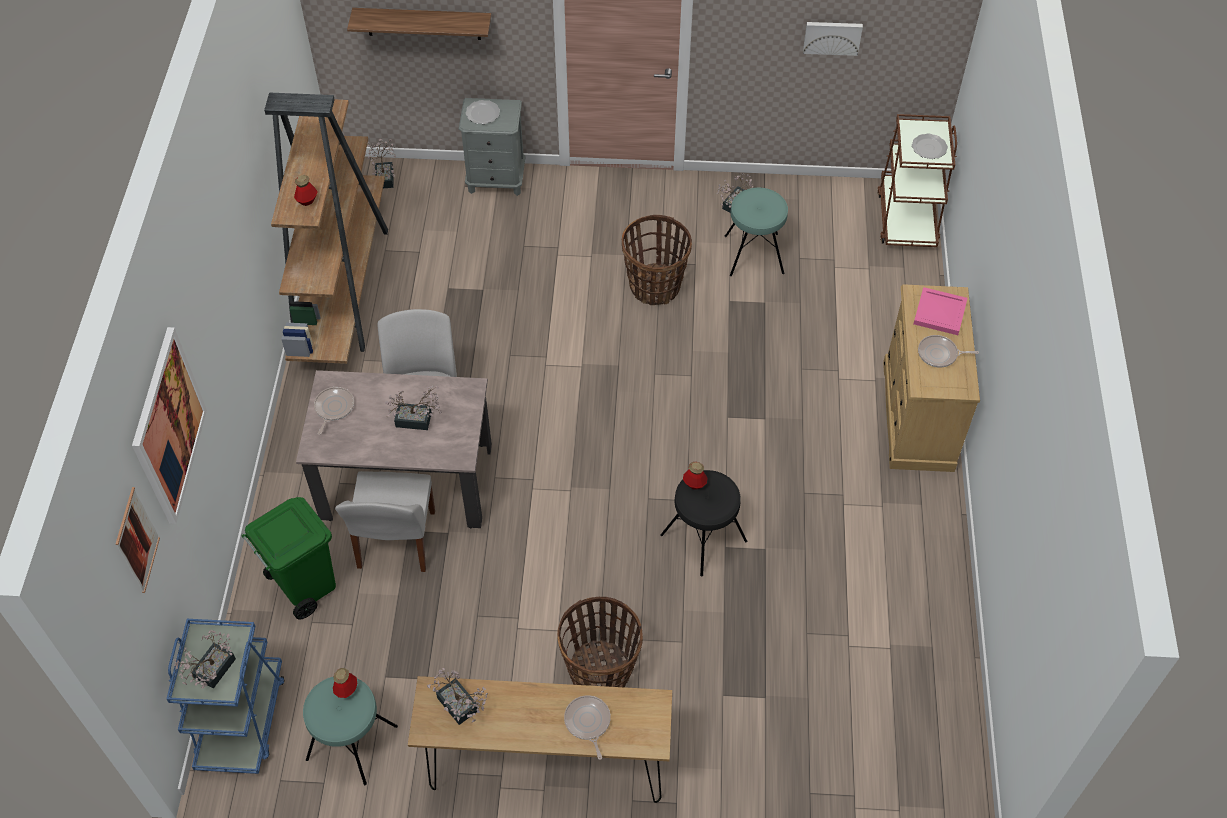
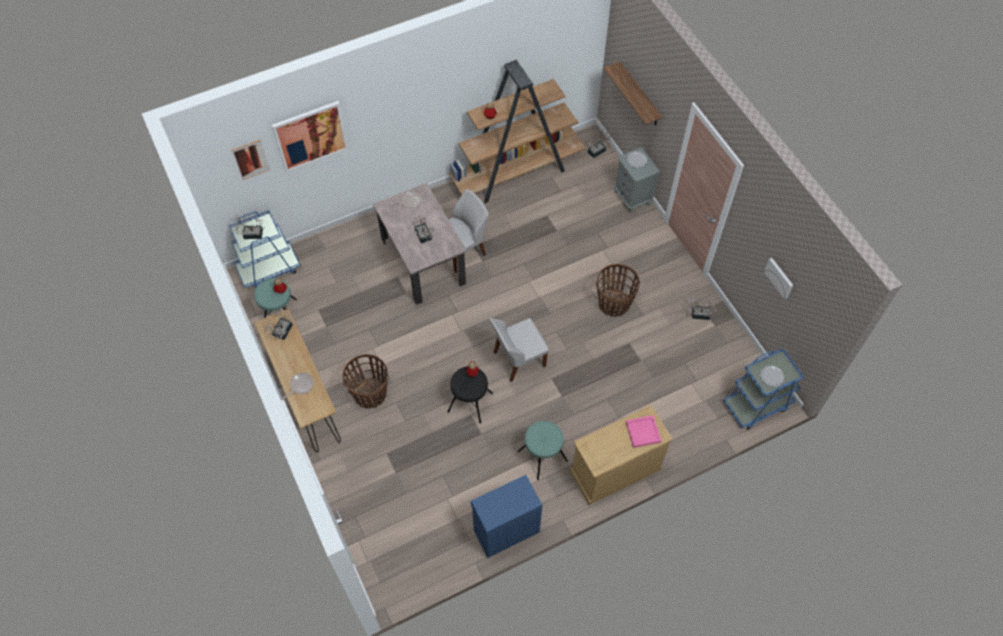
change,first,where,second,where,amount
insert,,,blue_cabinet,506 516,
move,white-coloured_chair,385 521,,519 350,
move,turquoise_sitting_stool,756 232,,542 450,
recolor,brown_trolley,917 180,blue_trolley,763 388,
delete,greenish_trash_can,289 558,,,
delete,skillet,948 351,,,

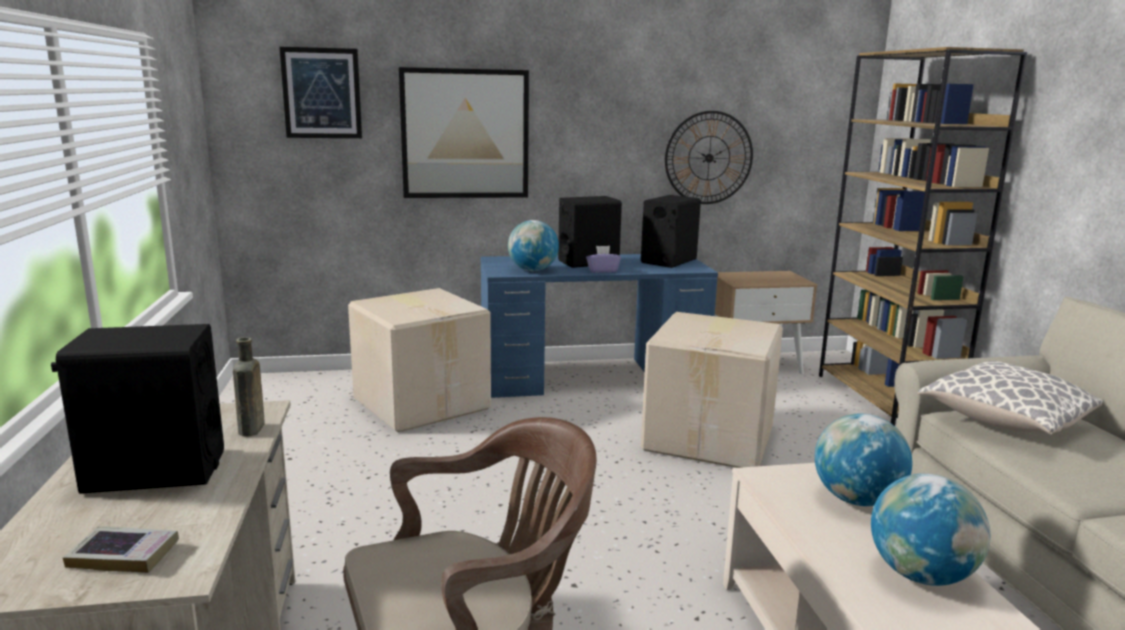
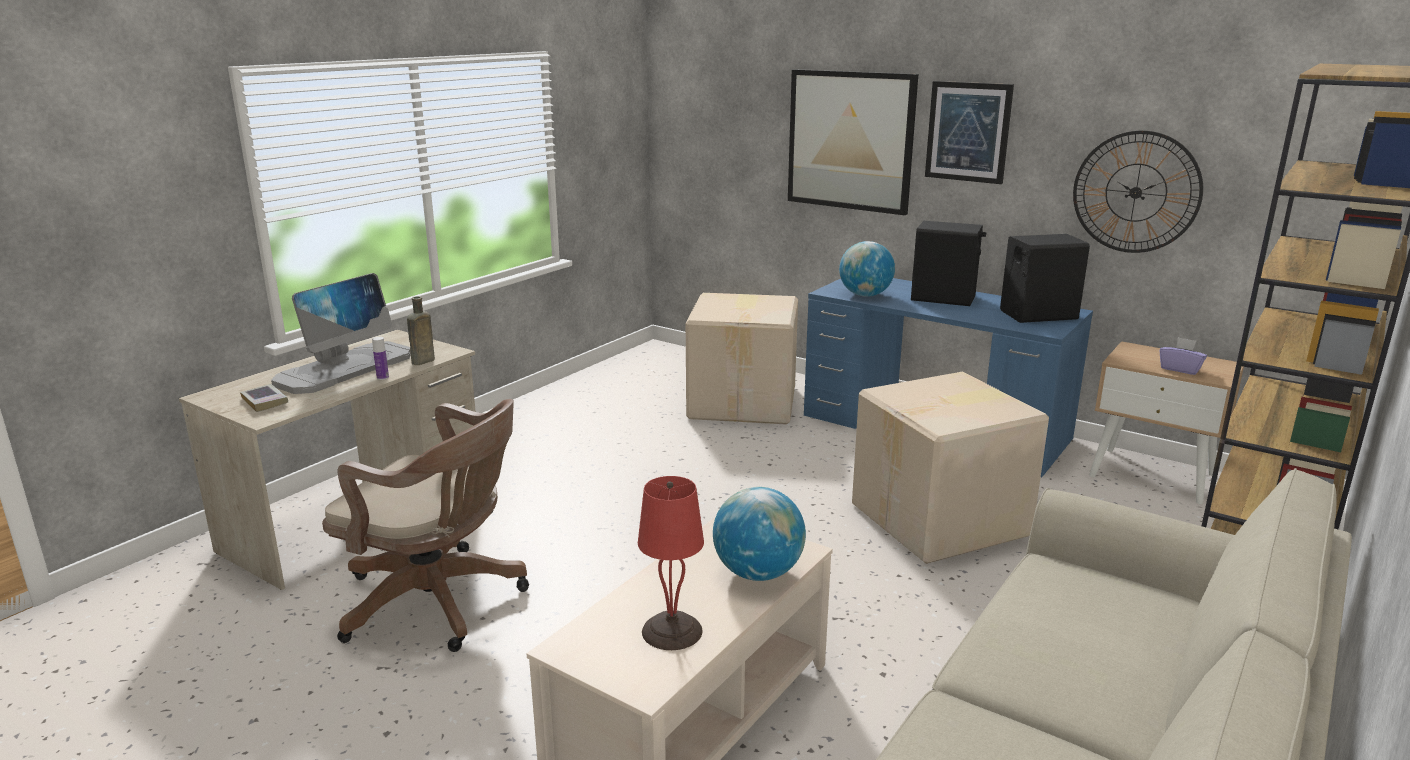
change,first,where,second,where,amount
replace,blackish_audio_speaker,137 409,monitor,341 333,
insert,,,beverage_bottle,380 358,
replace,world_globe,930 529,red-coloured_lamp_for_a_table,671 563,
move,picture,320 92,,969 132,
move,purple-coloured_box_of_tissues,603 259,,1183 356,
delete,throw_pillow,1010 398,,,

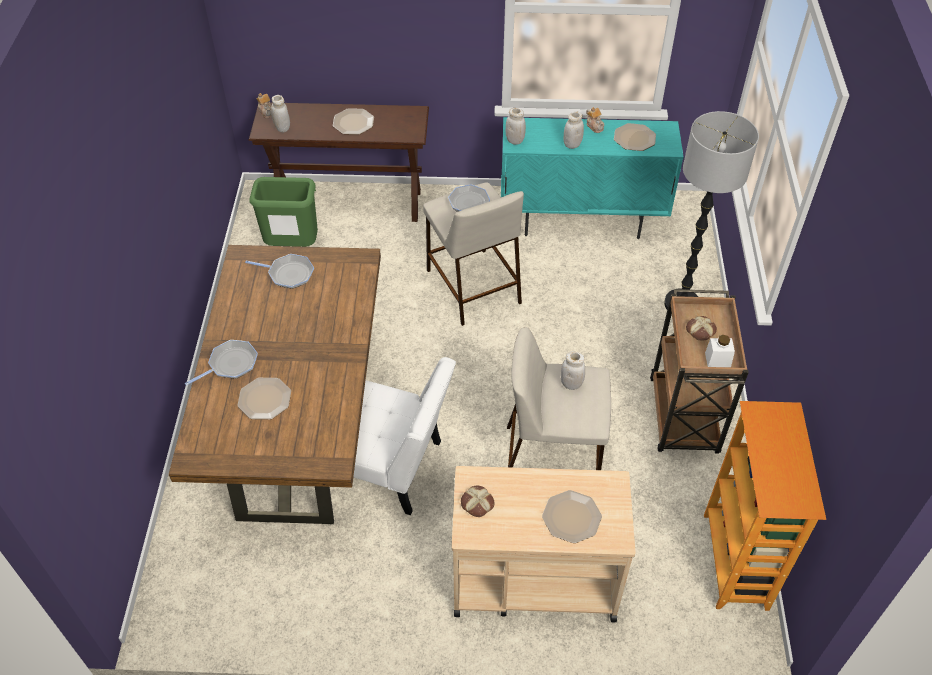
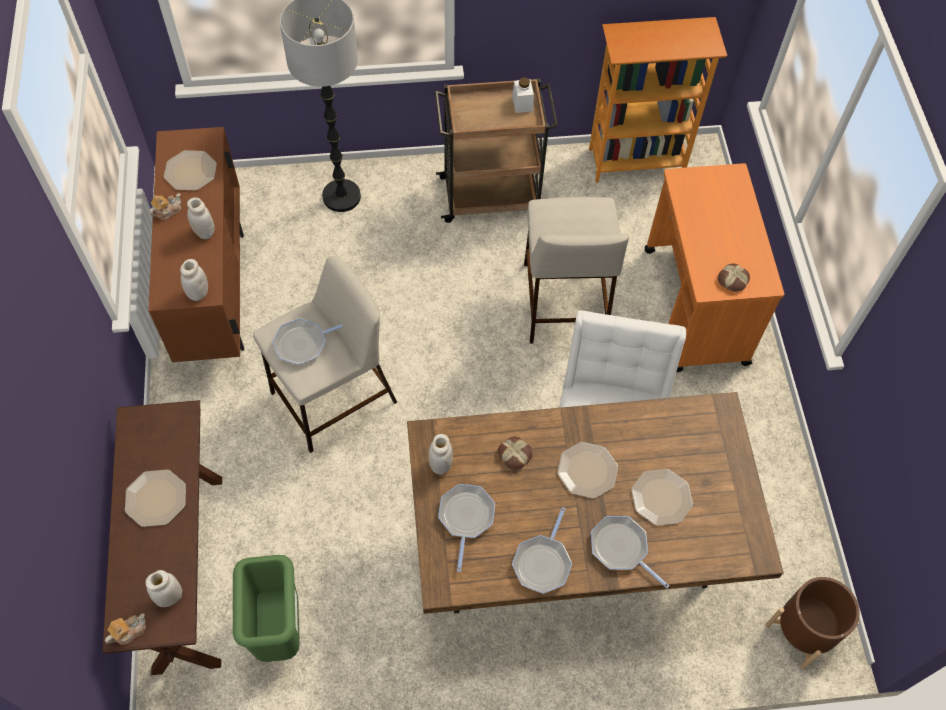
change,first,where,second,where,amount
recolor,turquoise_cabinet,592 178,brown_cabinet,196 244,
move,white-coloured_storage_jar,573 370,,440 454,
move,bakery_bread,701 328,,515 453,
insert,,,skillet,542 550,
move,dinner_plate,572 516,,587 470,
recolor,beige-coloured_trolley,544 544,orangey_trolley,714 267,
insert,,,brown_flower_pot,812 623,

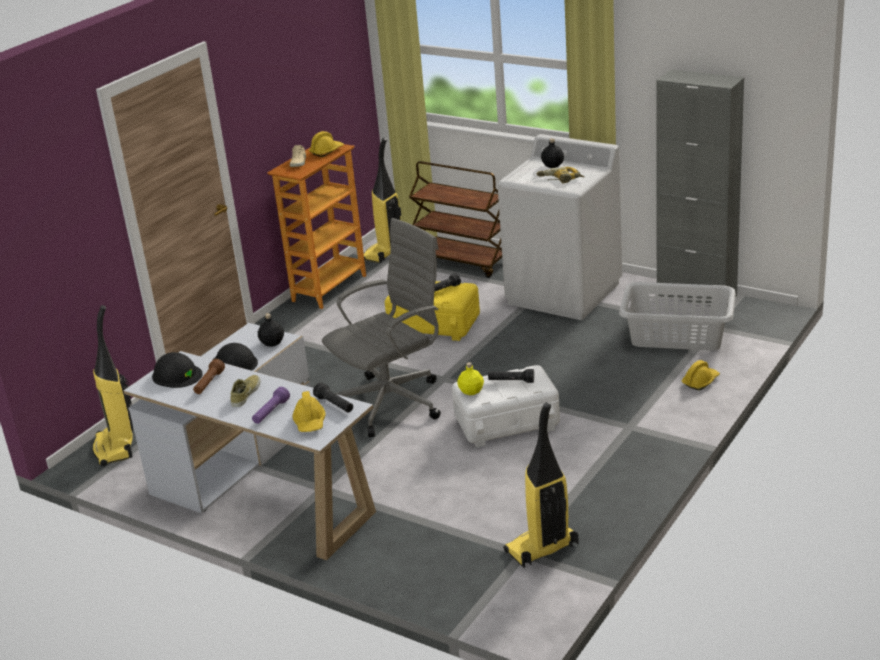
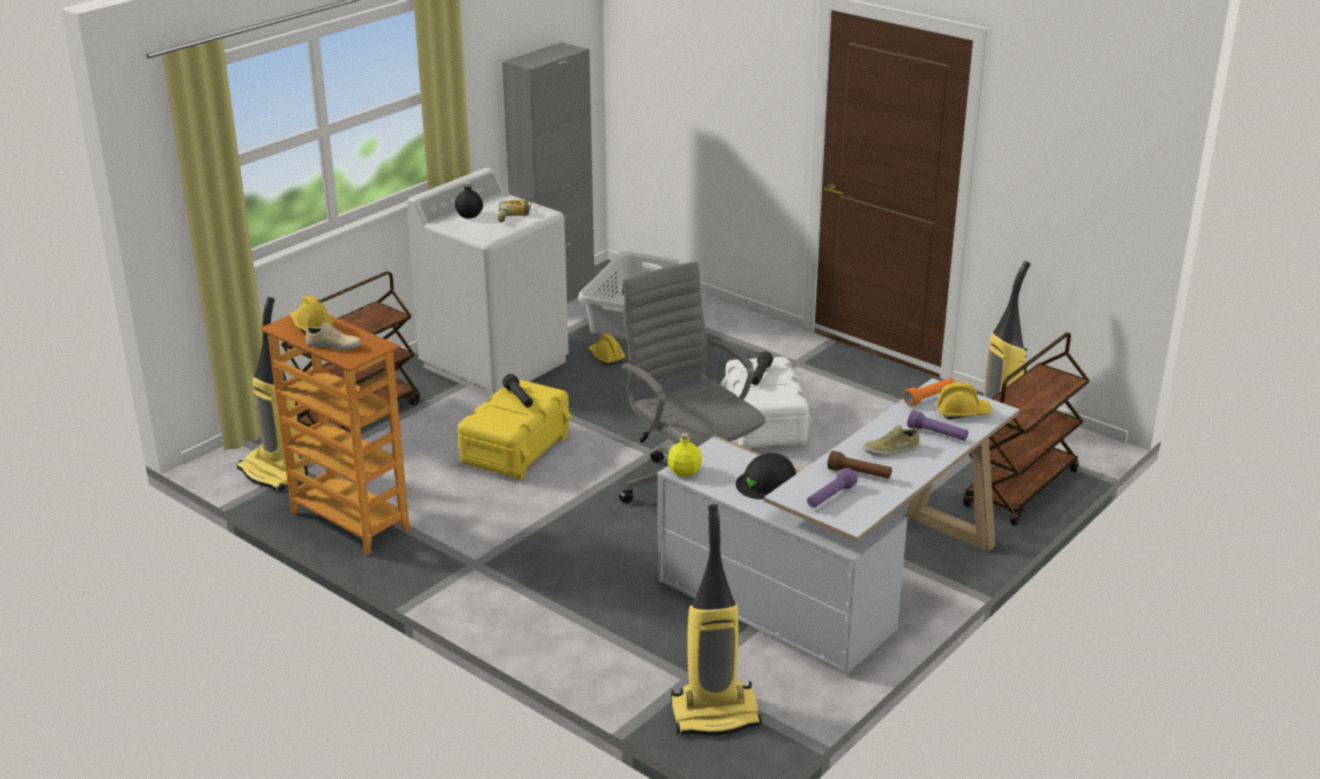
change,first,where,second,where,amount
move,yellow-coloured_work_helmet,701 375,,607 349,
move,yellow-coloured_beverage_bottle,470 378,,685 455,
replace,blackish_work_helmet,177 370,purple-coloured_torch,832 488,
rotate,beige-coloured_shoe,245 391,,891 441,45 degrees counterclockwise
recolor,blackish_torch,333 397,orangey_torch,929 392,
insert,,,brown_trolley,1026 429,
delete,blackish_beverage_bottle,271 330,,,

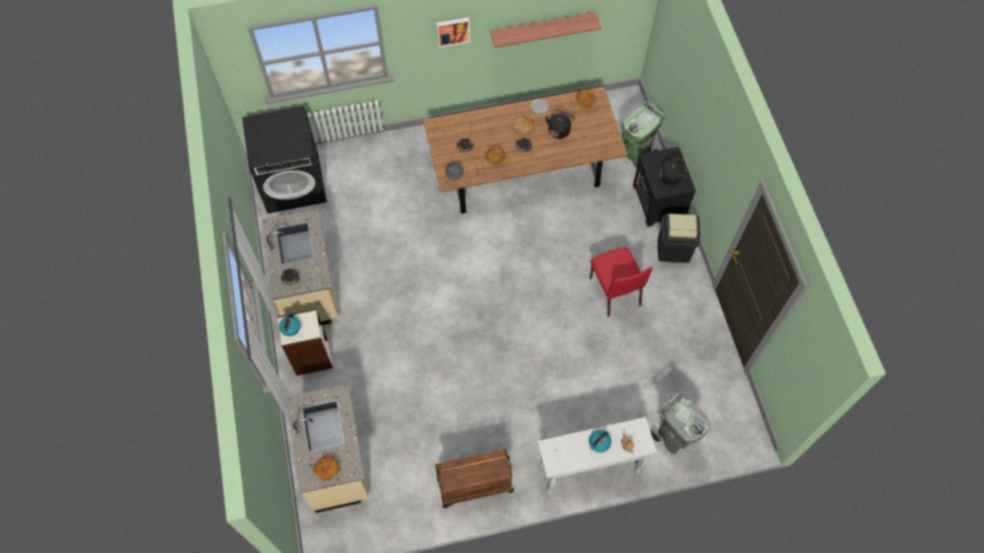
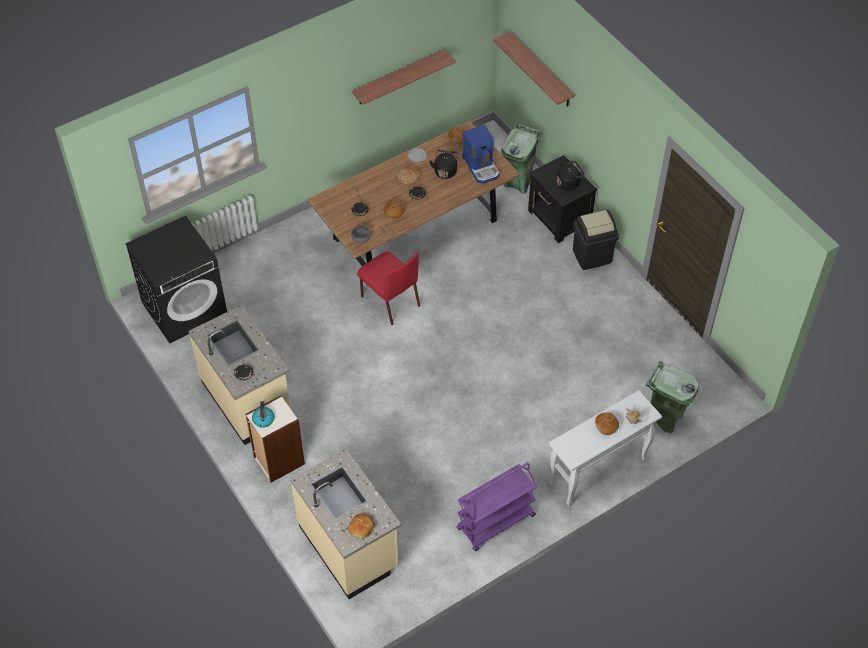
change,first,where,second,where,amount
move,red-coloured_chair,621 282,,388 288,
recolor,brown_trolley,474 478,purple-coloured_trolley,496 507,
insert,,,coffee_brewer,481 154,
insert,,,shelf,534 69,
replace,water_kettle,600 441,bakery_bread,607 423,
recolor,greyish_trash_can,680 422,greenish_trash_can,672 397,
delete,picture,453 32,,,

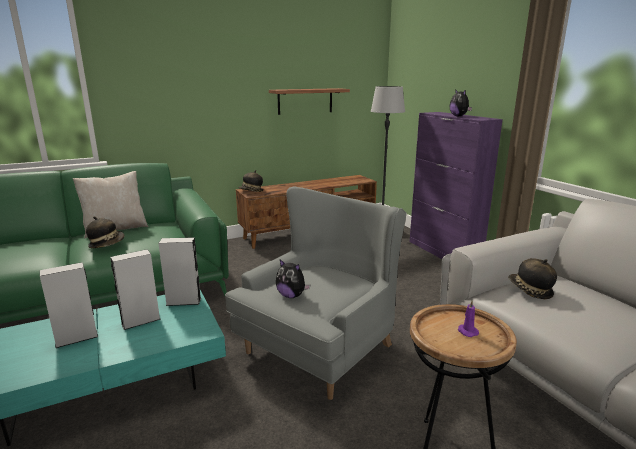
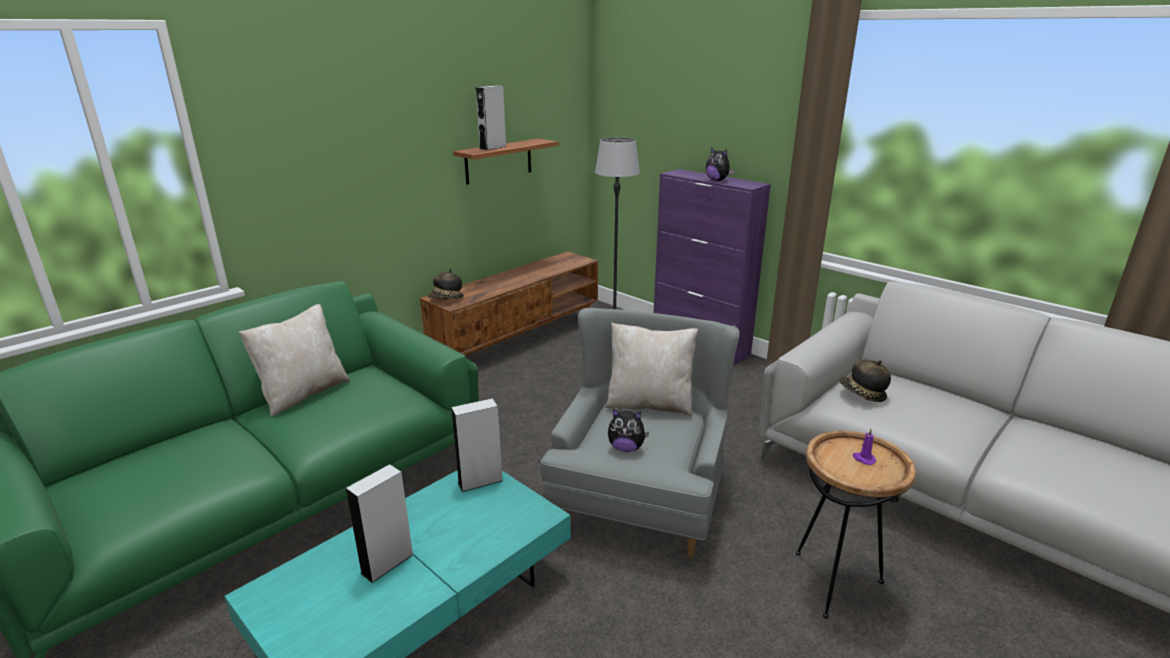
change,first,where,second,where,amount
move,greyish_audio_speaker,135 289,,491 117,
insert,,,beige-coloured_throw_pillow,651 370,
delete,wearable_hat,105 232,,,

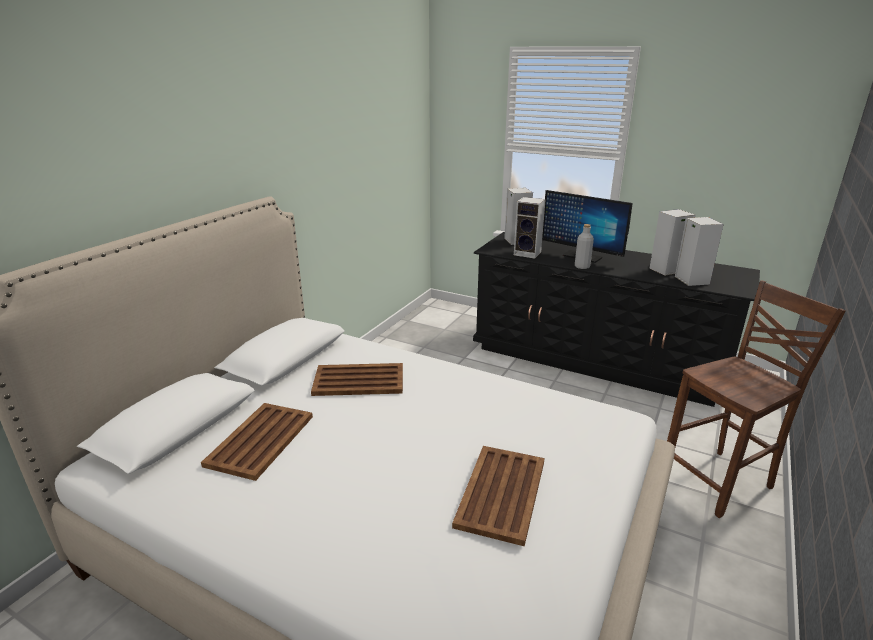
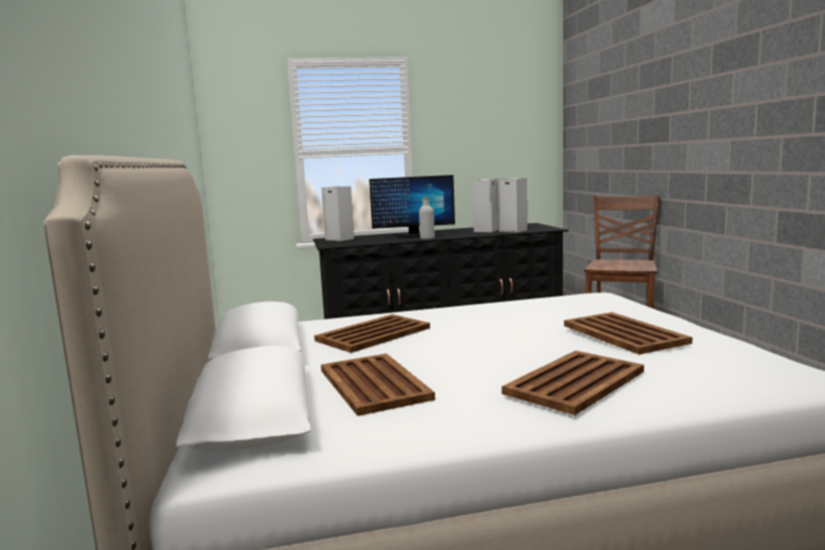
change,first,where,second,where,amount
insert,,,brown_serving_tray,573 383,
delete,audio_speaker,530 227,,,

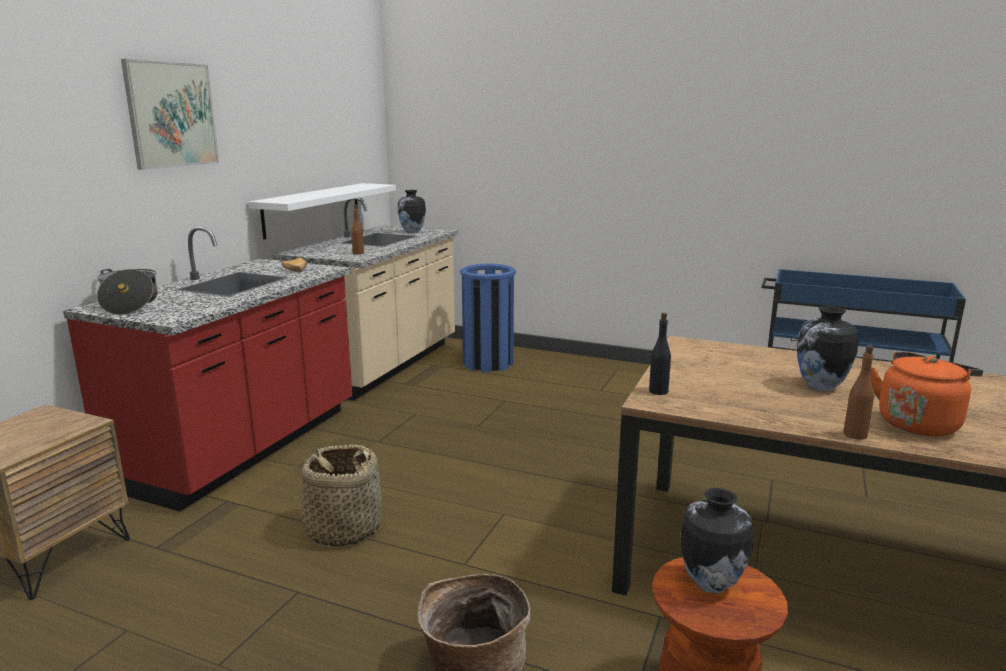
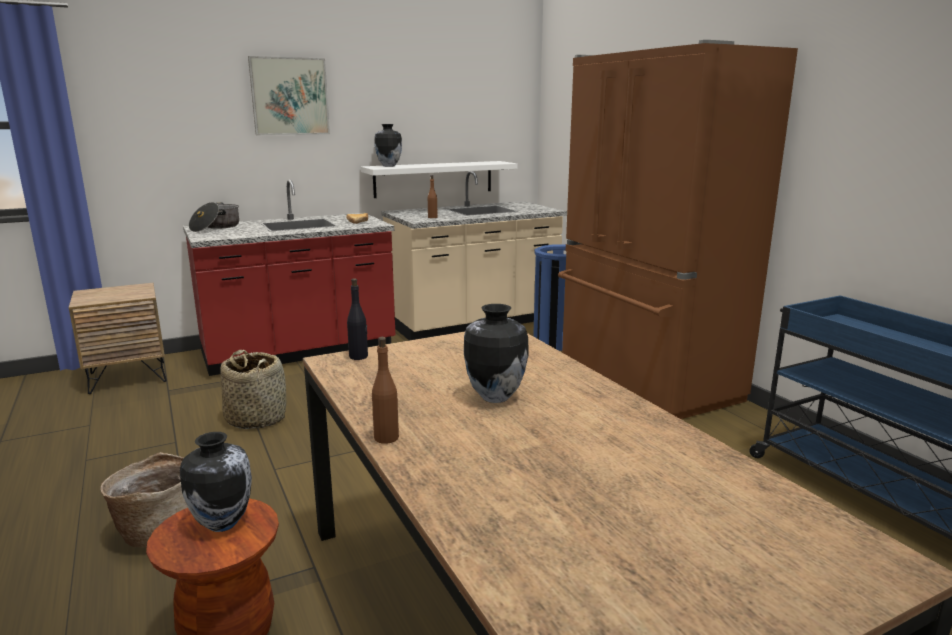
change,first,where,second,where,amount
move,decorative_vase,412 211,,388 145,
insert,,,brown_fridge,678 229,
delete,orangey_water_kettle,926 394,,,

